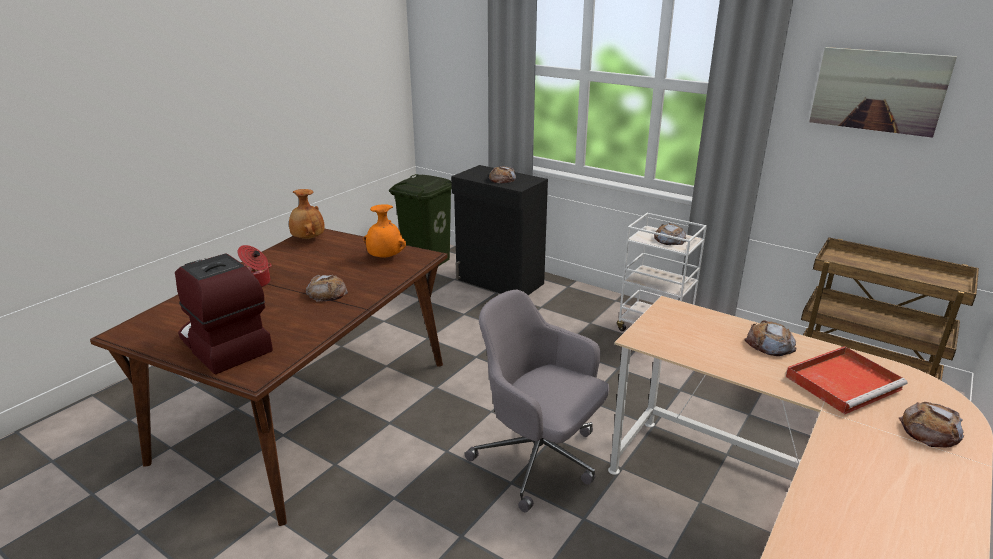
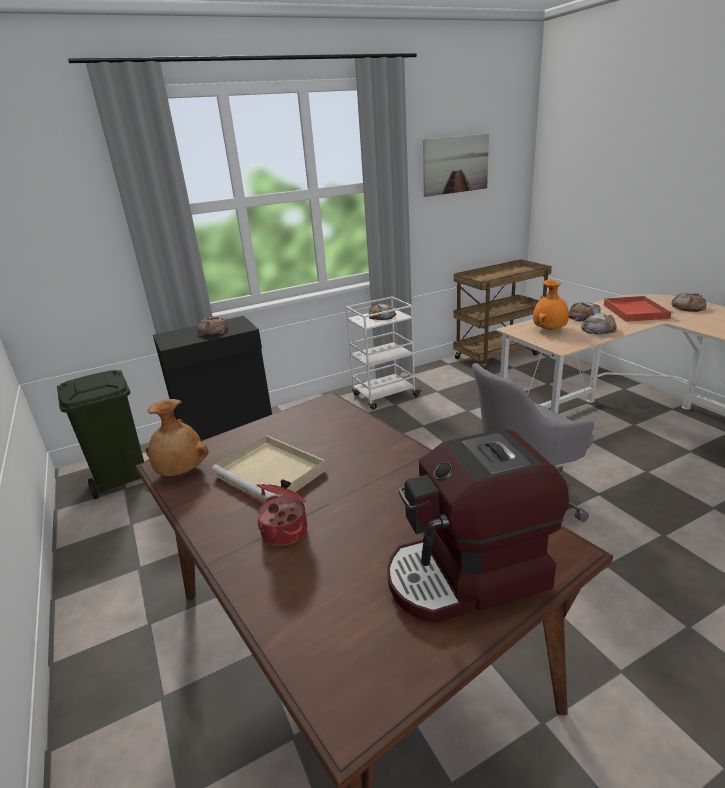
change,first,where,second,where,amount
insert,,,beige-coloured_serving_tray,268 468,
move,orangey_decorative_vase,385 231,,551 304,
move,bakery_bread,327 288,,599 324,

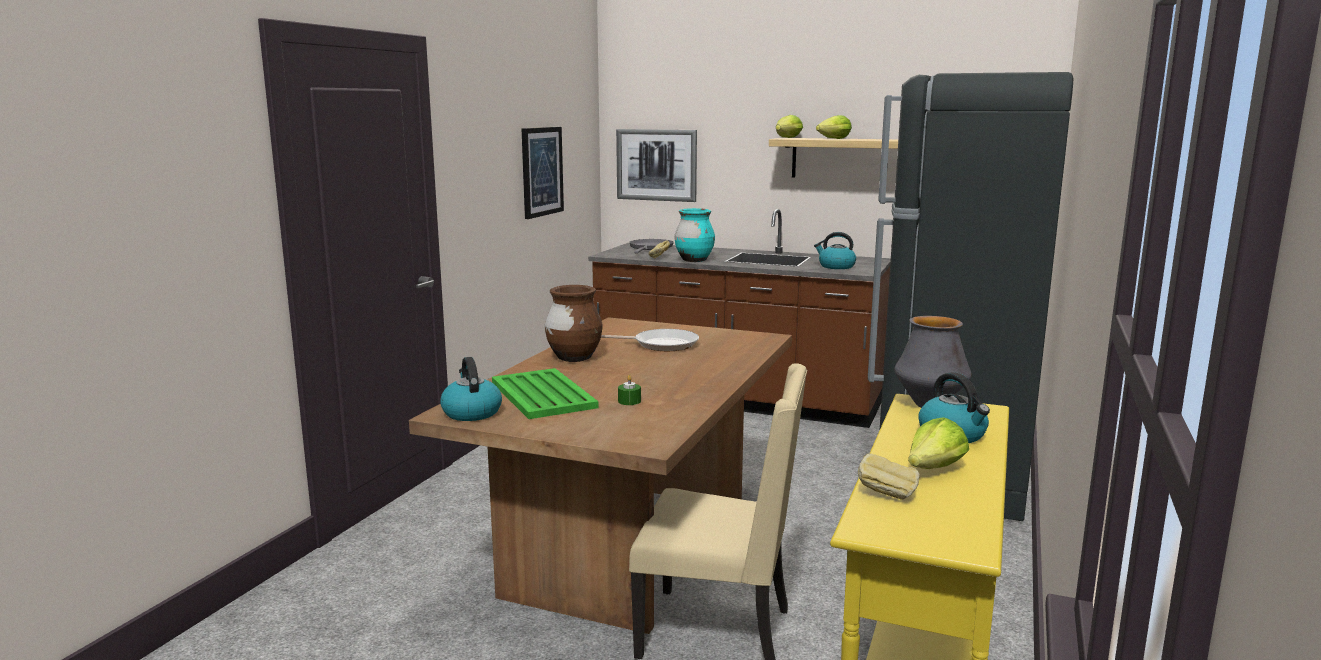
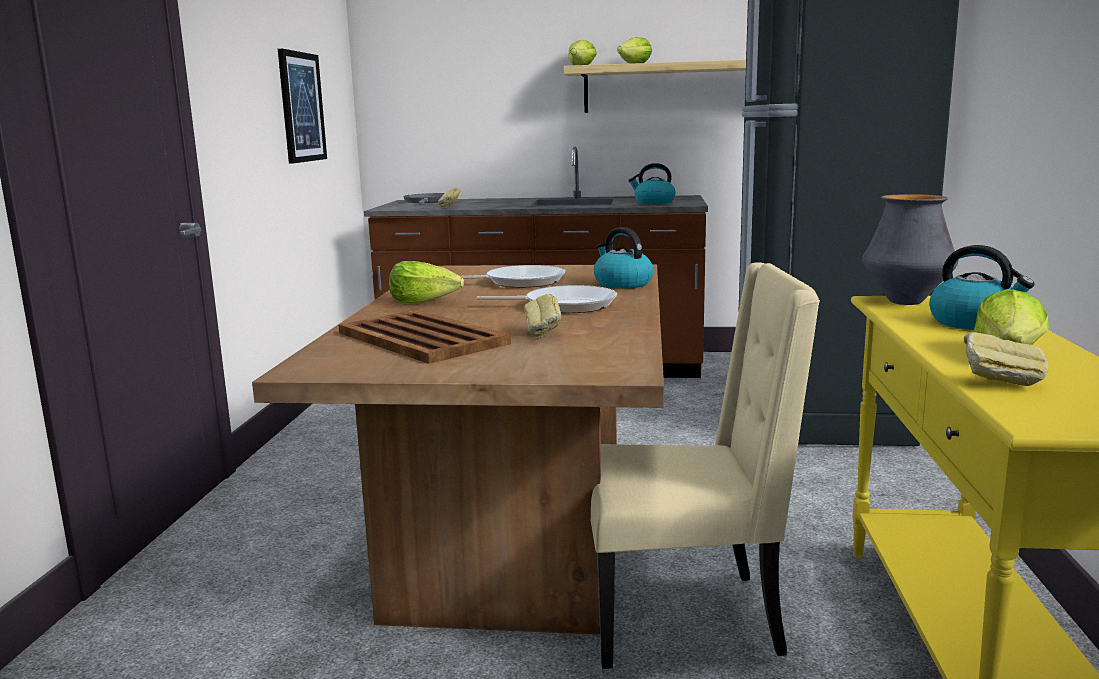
change,first,where,second,where,amount
recolor,greenish_serving_tray,545 393,brown_serving_tray,425 337,
replace,brown_decorative_vase,573 323,head_of_lettuce,426 282,
insert,,,skillet,547 299,
replace,greenish_wax_light,629 390,bakery_bread,542 316,
move,water_kettle,471 389,,624 258,
delete,picture,656 165,,,
delete,turquoise_decorative_vase,694 235,,,

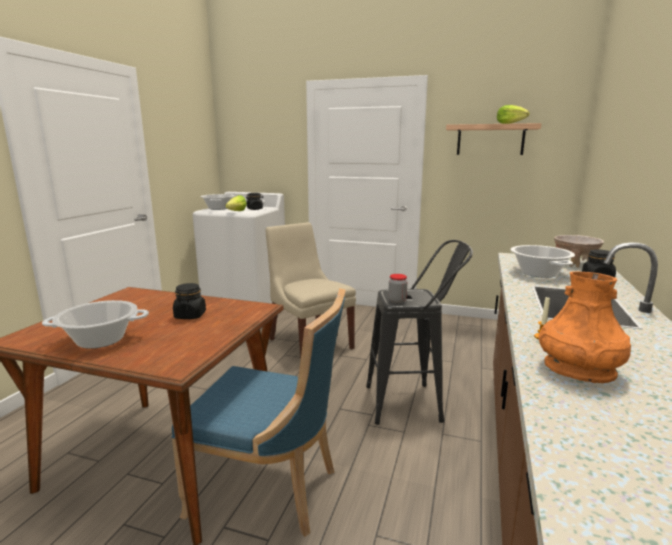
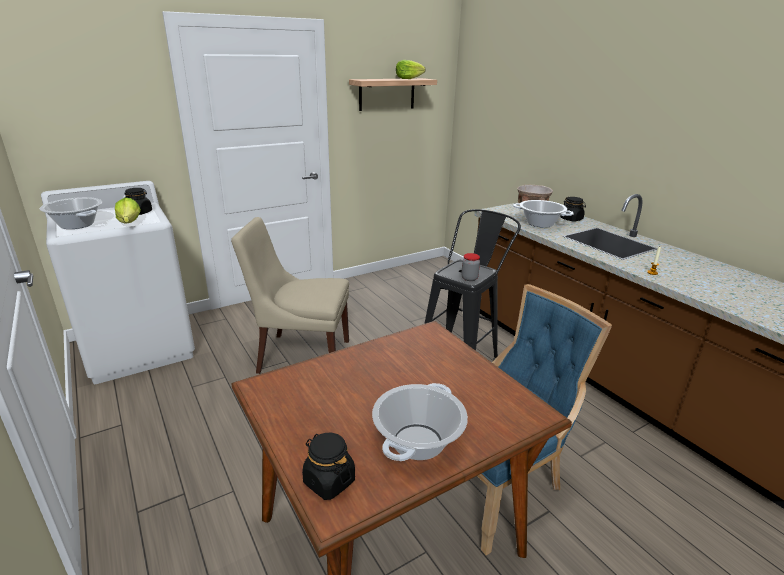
change,first,where,second,where,amount
move,blackish_storage_jar,189 301,,328 466,
delete,orangey_decorative_vase,585 327,,,

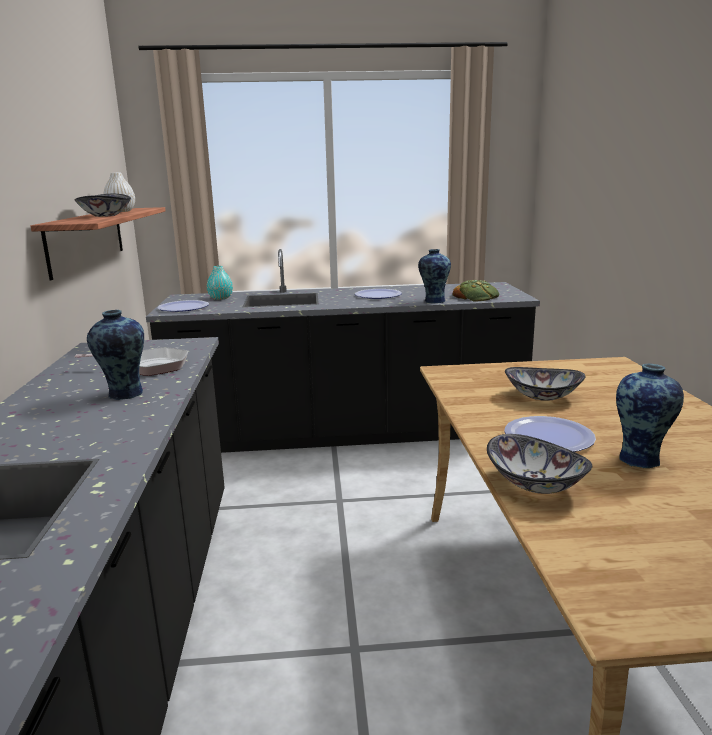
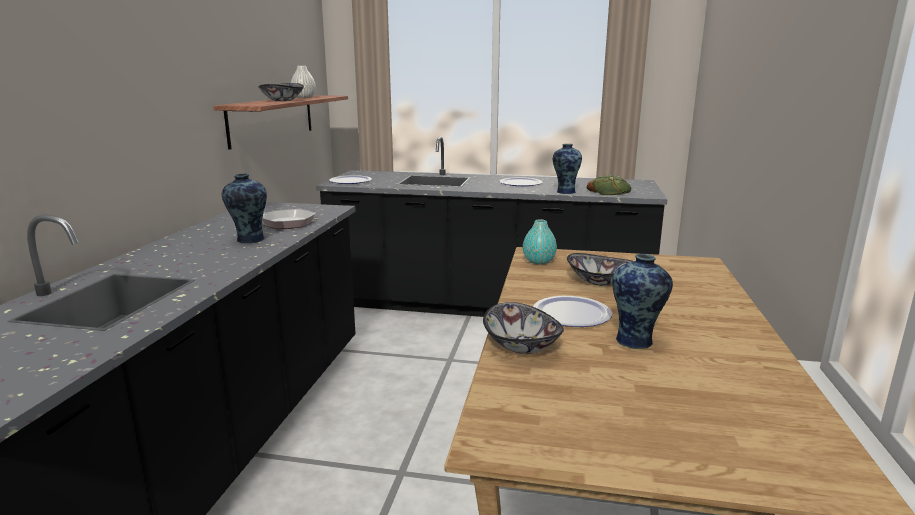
change,first,where,second,where,amount
move,turquoise_decorative_vase,220 283,,540 242,

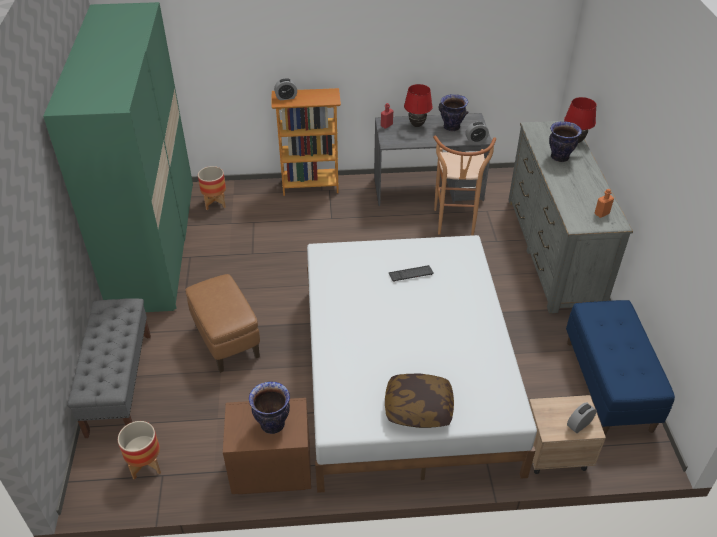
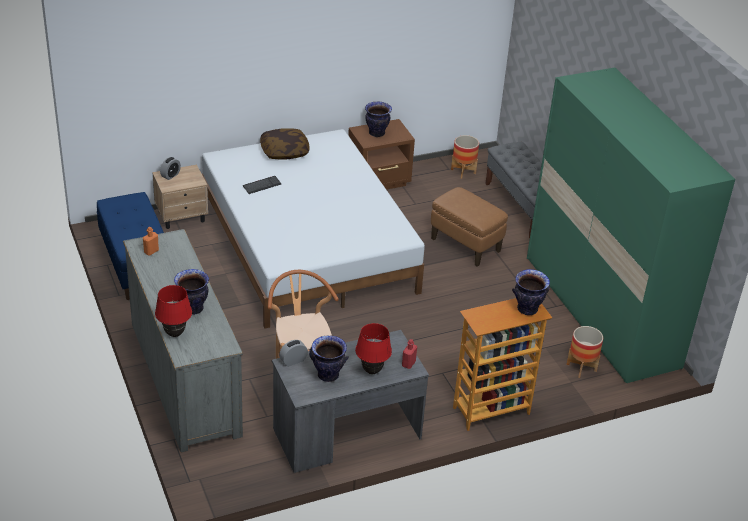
change,first,where,second,where,amount
move,PC_keyboard,411 273,,262 185,
replace,alarm_clock,285 89,decorative_vase,531 292,

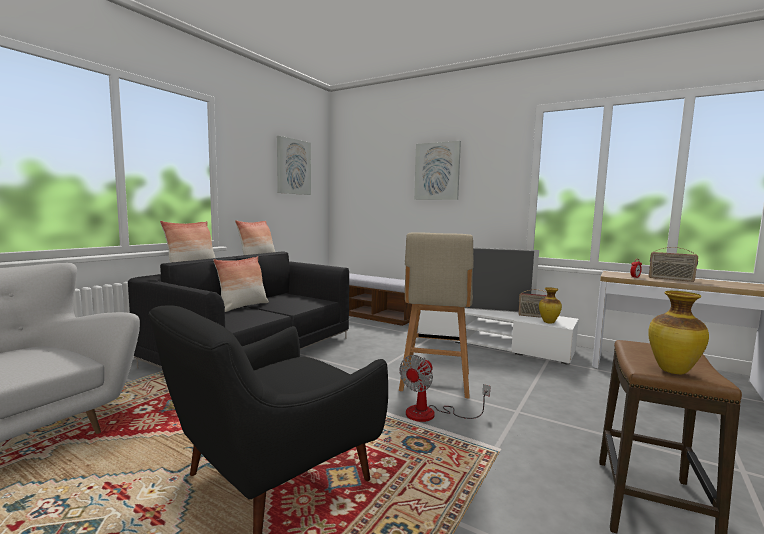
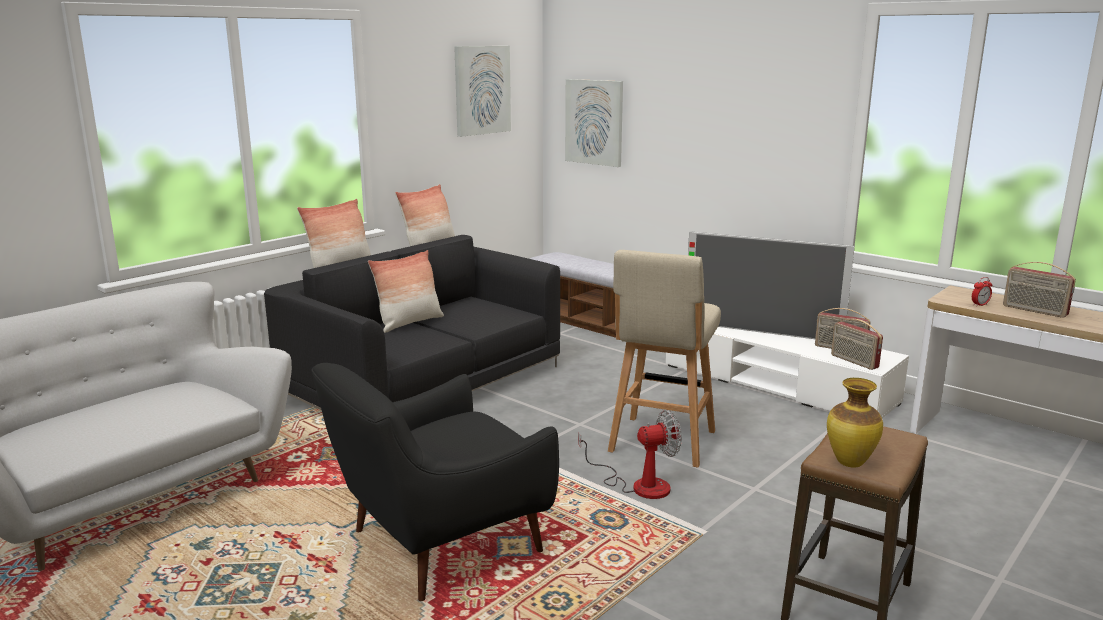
change,first,where,second,where,amount
move,picture,437 170,,594 123,
rotate,cooling_fan,445 388,,630 454,150 degrees counterclockwise
replace,decorative_vase,550 305,radio,857 344,

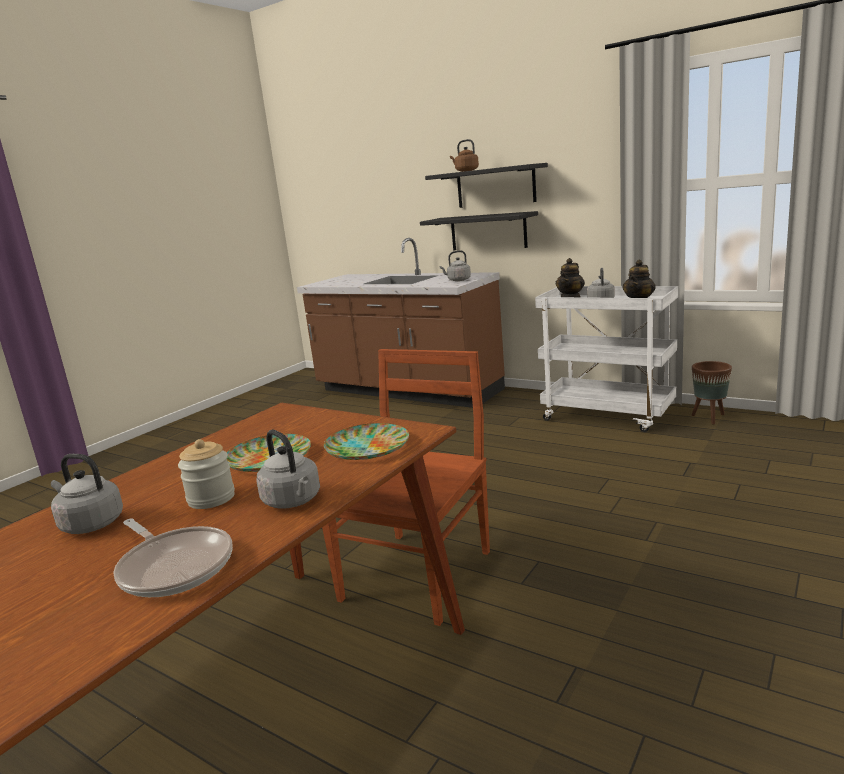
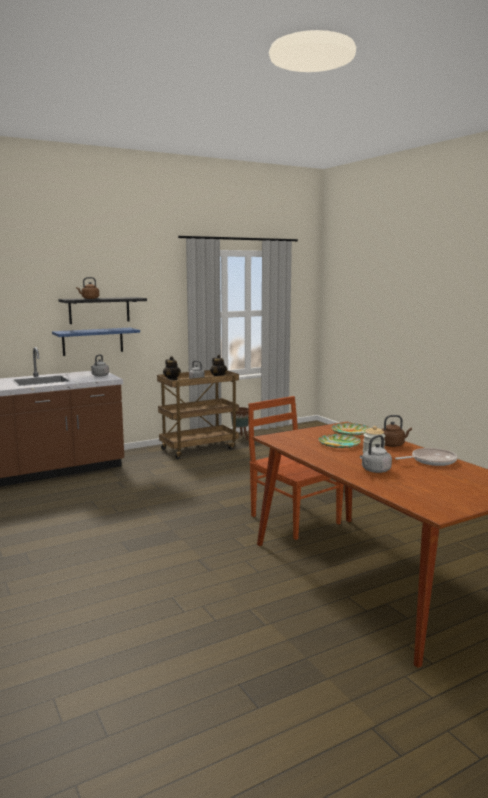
change,first,where,second,where,amount
recolor,blackish_shelf,479 230,blue_shelf,96 342,
recolor,white-coloured_trolley,606 359,brown_trolley,198 414,
recolor,greyish_water_kettle,288 469,brown_water_kettle,397 431,

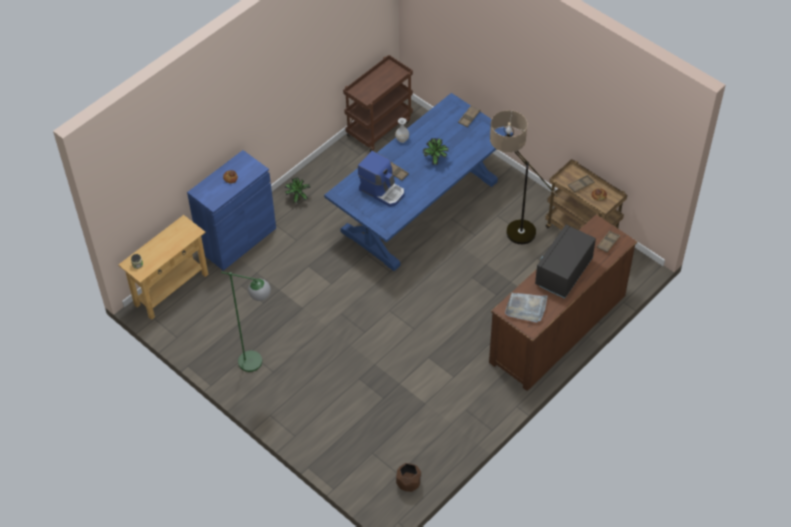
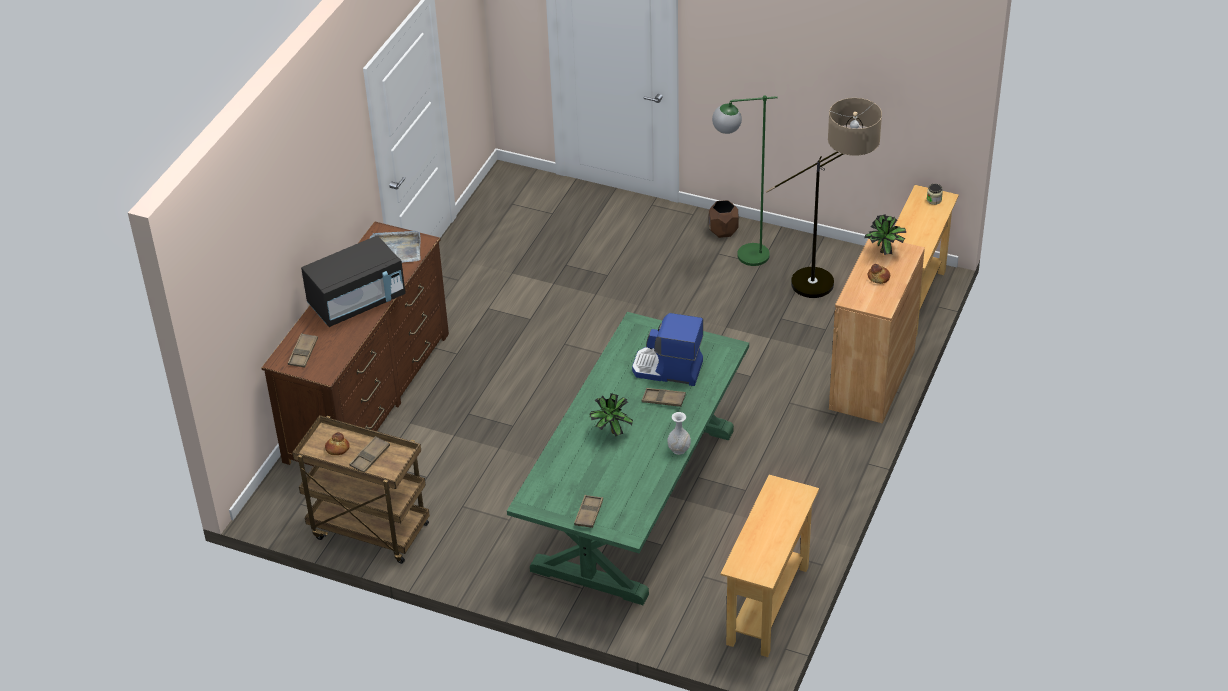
change,first,where,second,where,amount
rotate,blackish_microwave,565 262,,353 281,45 degrees clockwise
recolor,blue_dining_table,418 182,greenish_dining_table,628 458,
move,brown_flower_pot,408 477,,724 219,
replace,brown_trolley,378 103,beige-coloured_hall_table,770 565,
move,standard_lamp,524 177,,824 198,
recolor,blue_cabinet,231 210,brown_cabinet,877 331,
move,plant_in_a_pot,297 190,,885 234,

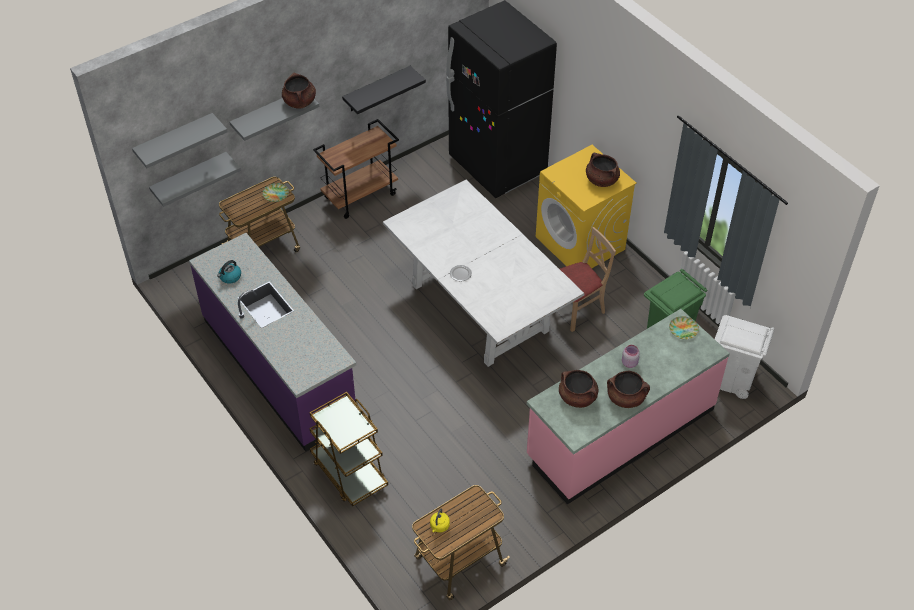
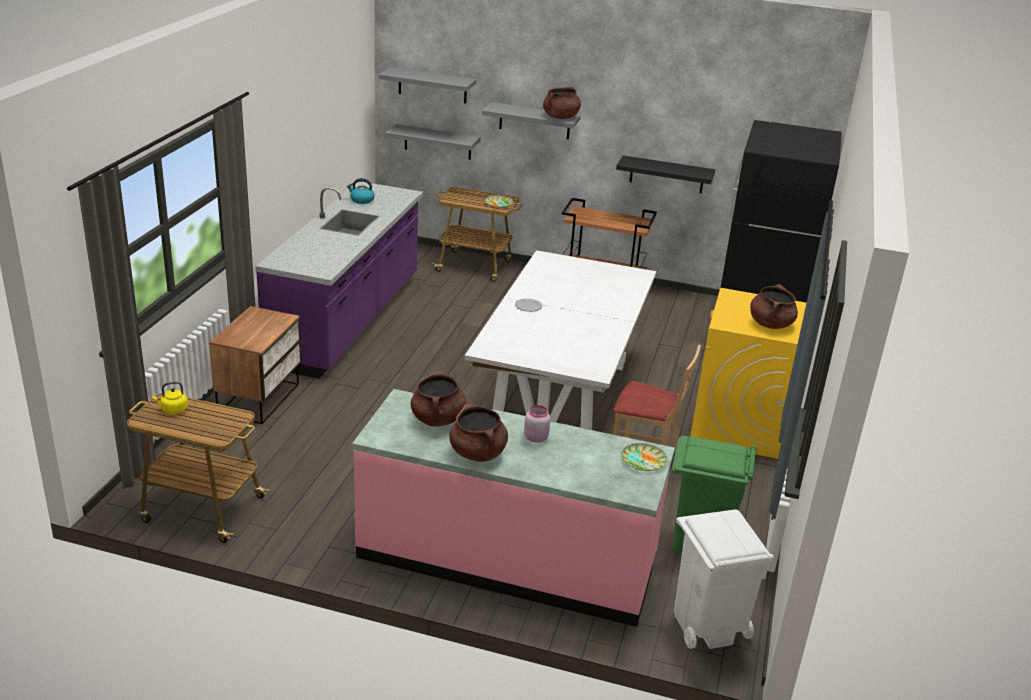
change,first,where,second,where,amount
replace,brown_trolley,348 449,bedside_table,255 365,

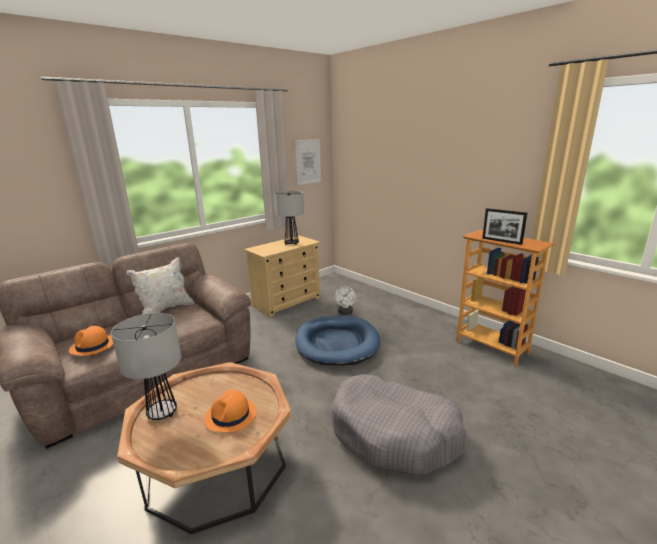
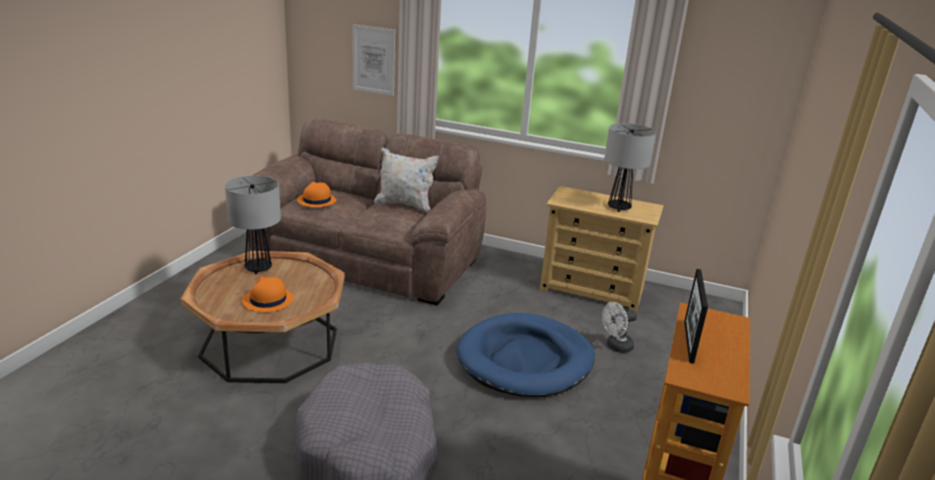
change,first,where,second,where,amount
move,picture,308 162,,373 60,

